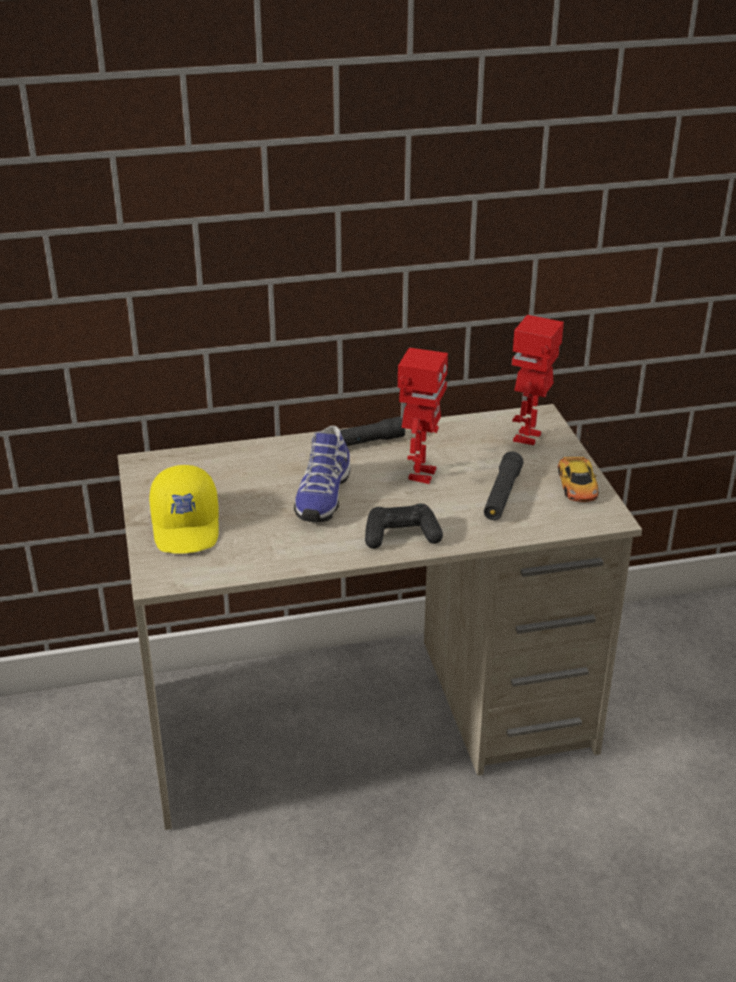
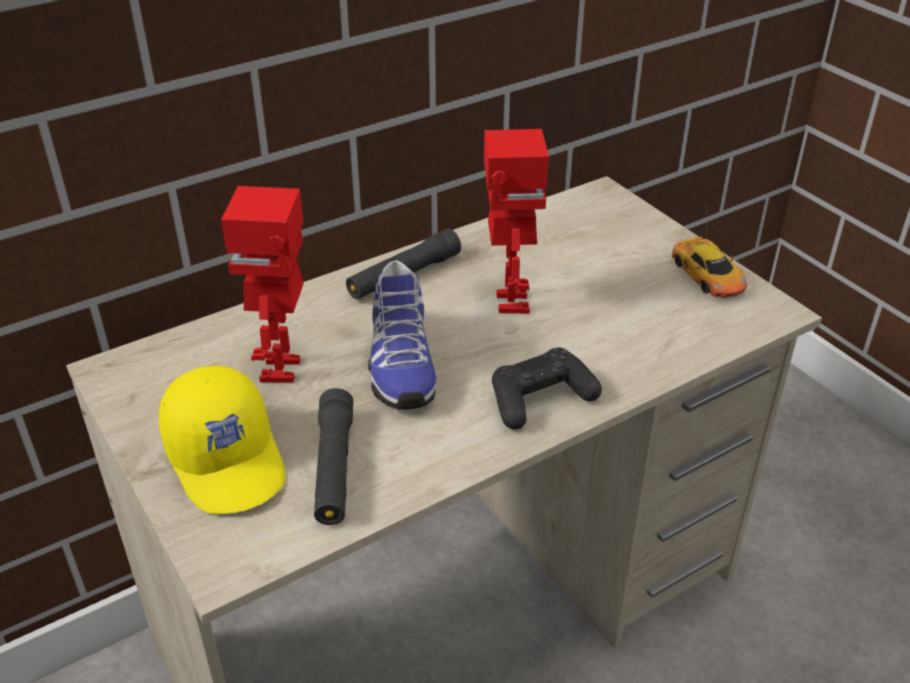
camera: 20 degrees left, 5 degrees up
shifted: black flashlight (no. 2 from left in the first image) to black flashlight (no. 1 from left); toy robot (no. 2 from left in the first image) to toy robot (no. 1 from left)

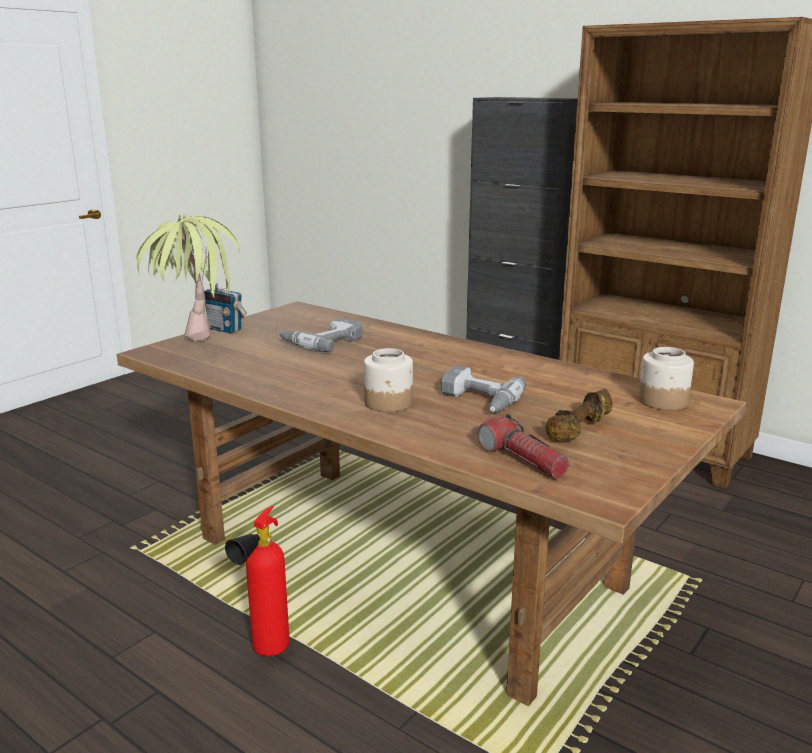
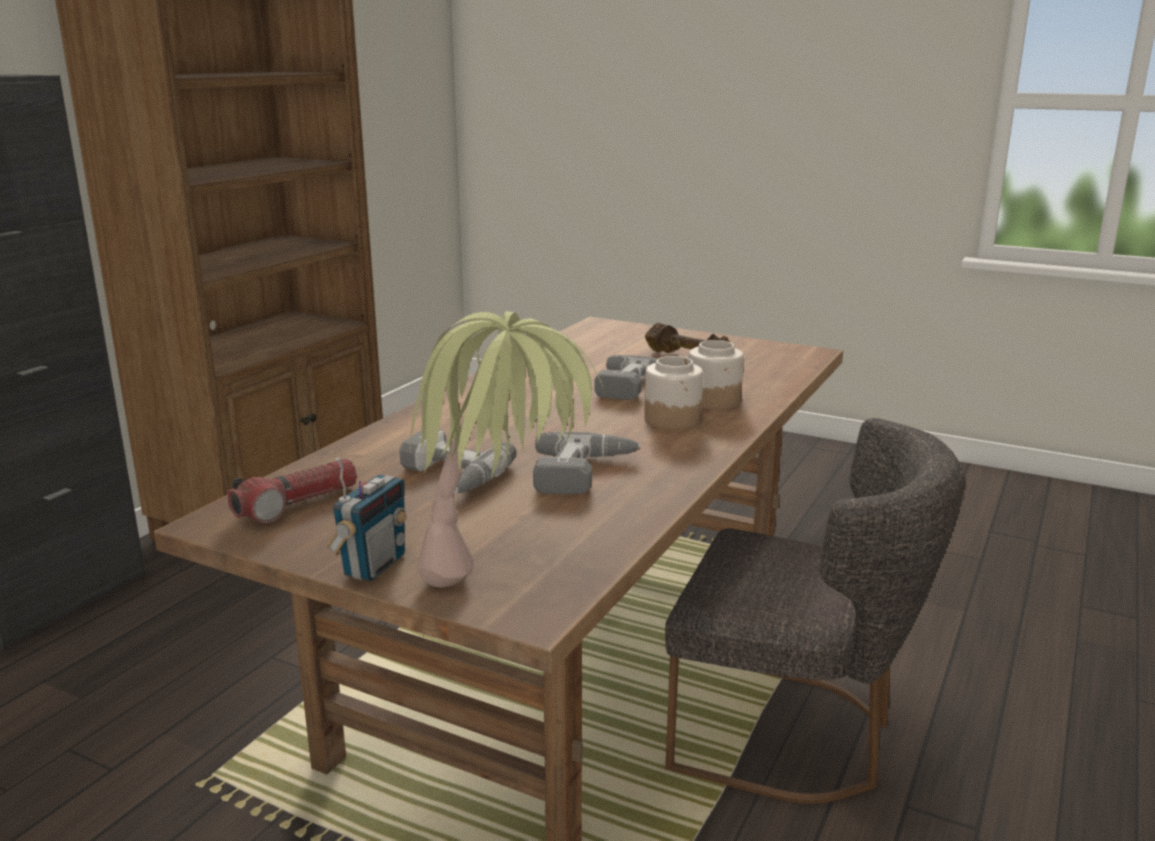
camera: 100 degrees left, 0 degrees up
new: power drill (no. 2 from left)
shifted: flashlight; jar (no. 2 from left)
swapped: fire extinguisher to grey chair

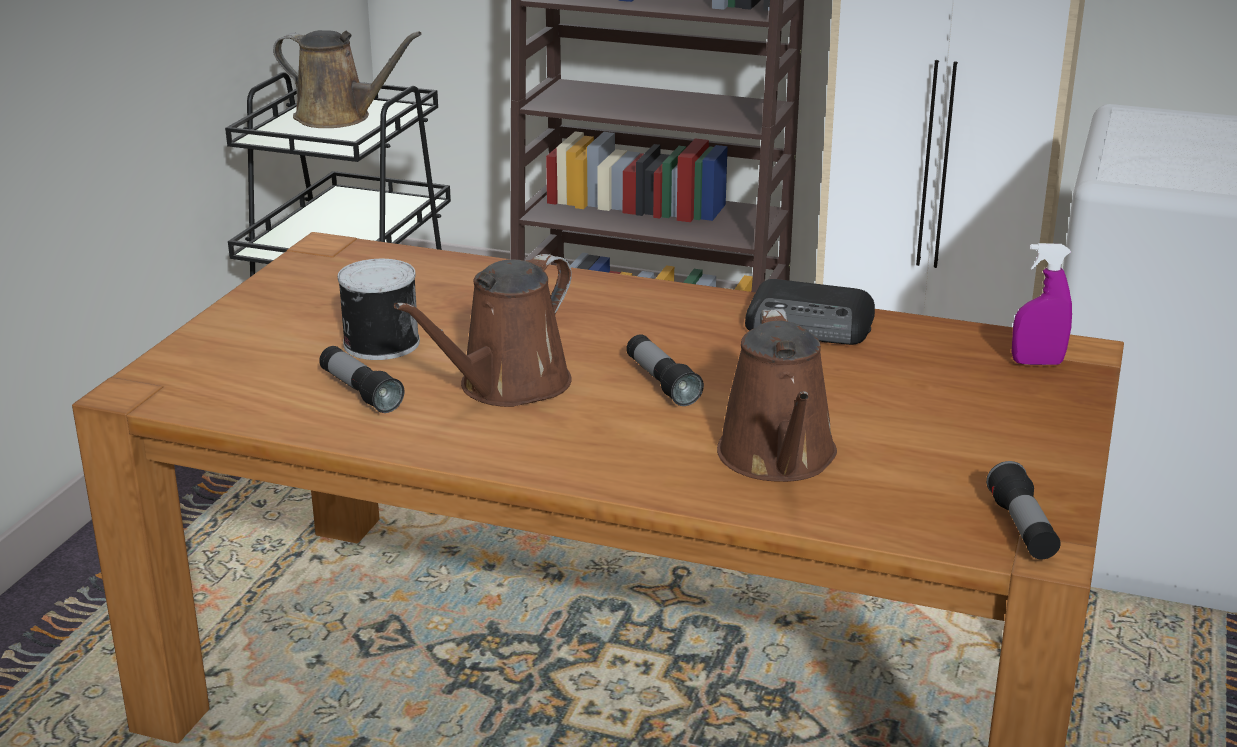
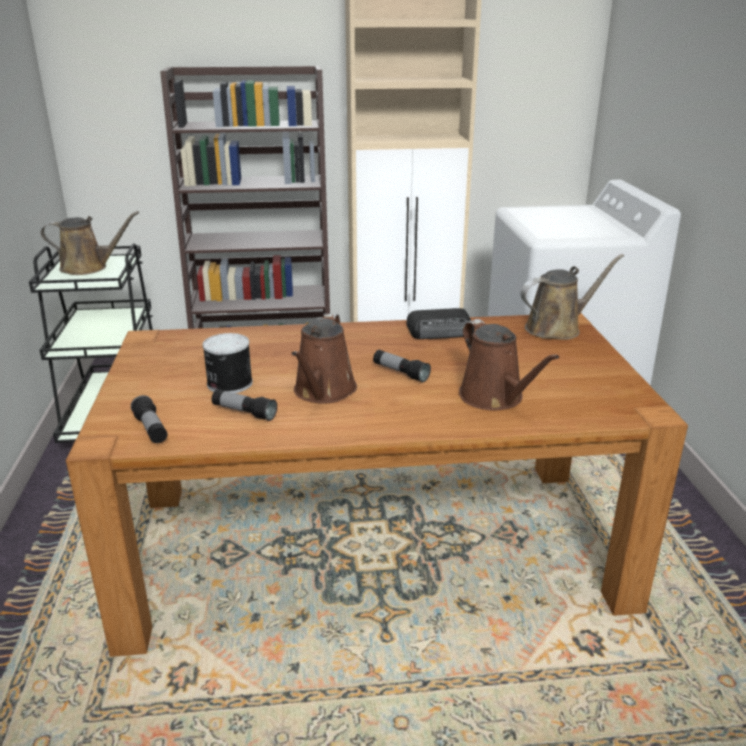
camera: 25 degrees left, 0 degrees up
shifted: flashlight (no. 3 from left in the first image) to flashlight (no. 1 from left)
swapped: purple spray bottle to brown watering can (no. 4 from left)

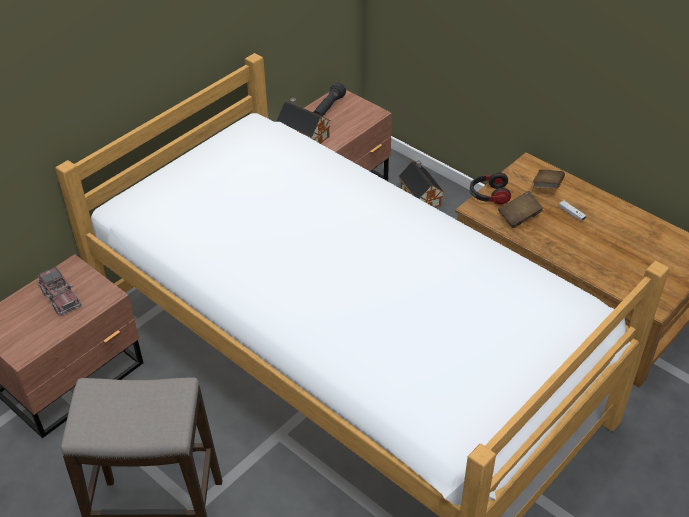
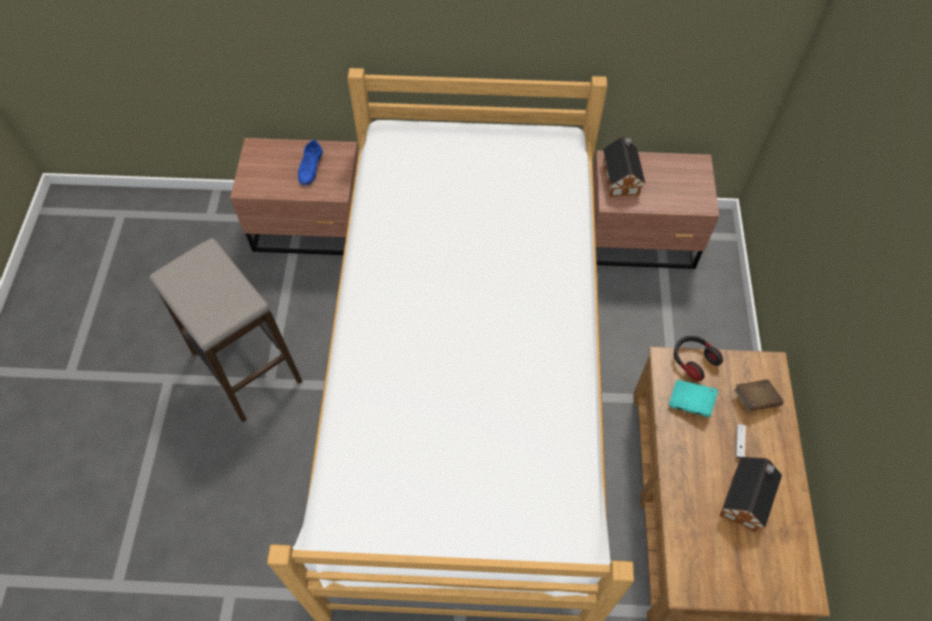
camera: 50 degrees right, 15 degrees up
gone: black flashlight
shifted: toy house (no. 2 from left)
swapped: toy truck to blue shoe
repainted: brown book (no. 1 from left) to turquoise book

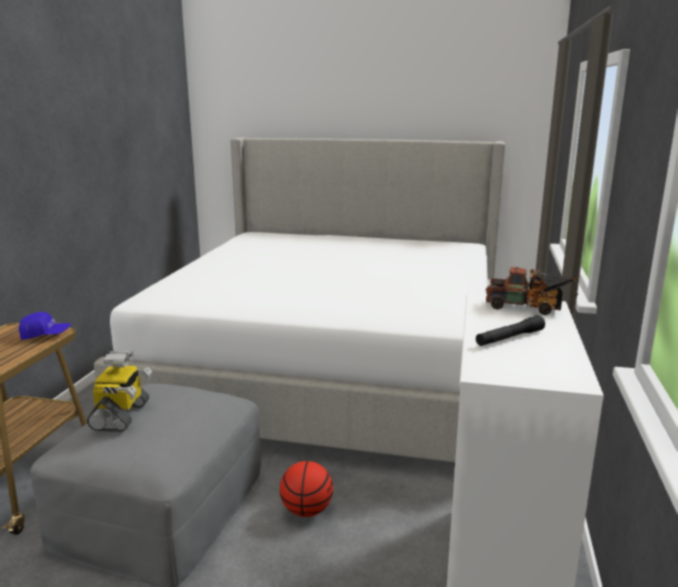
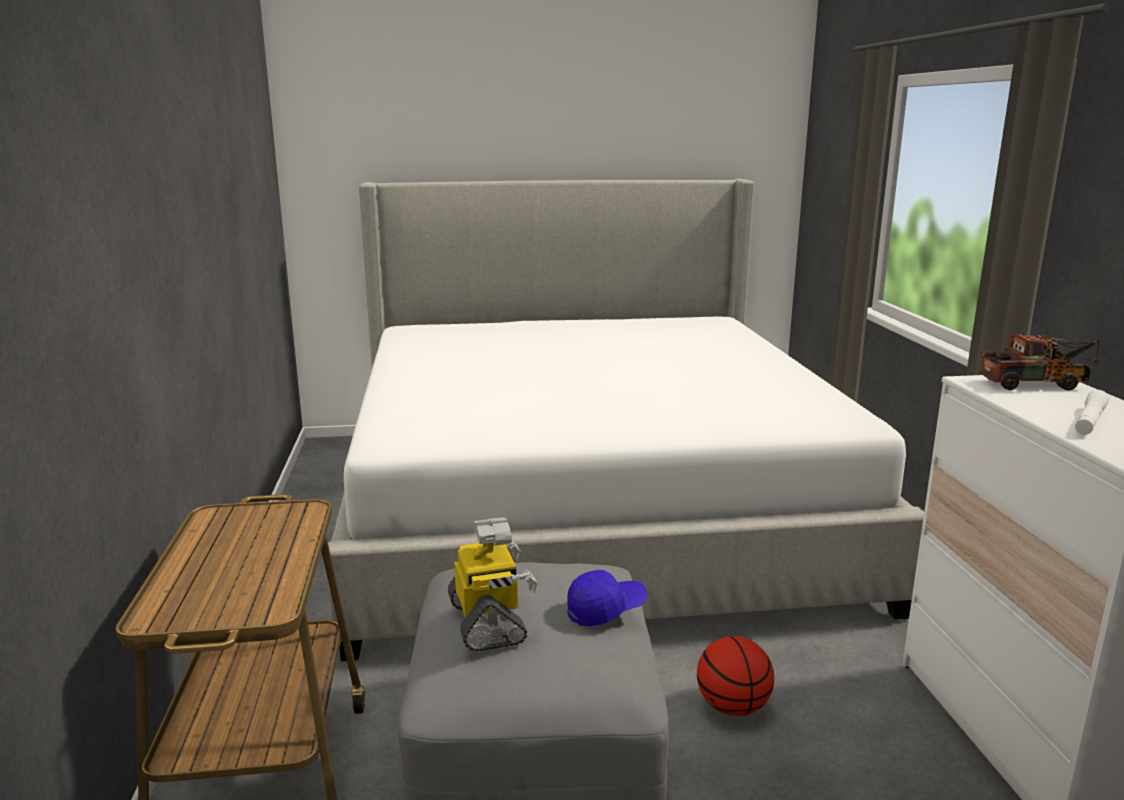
camera: 20 degrees left, 0 degrees up
shifted: blue cap
repainted: black flashlight to white flashlight

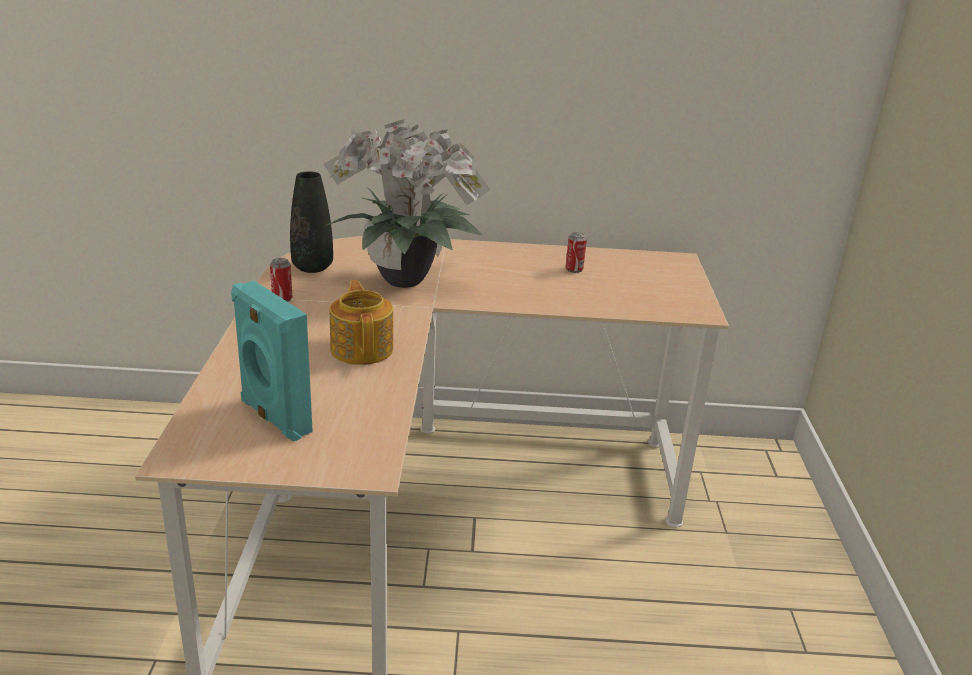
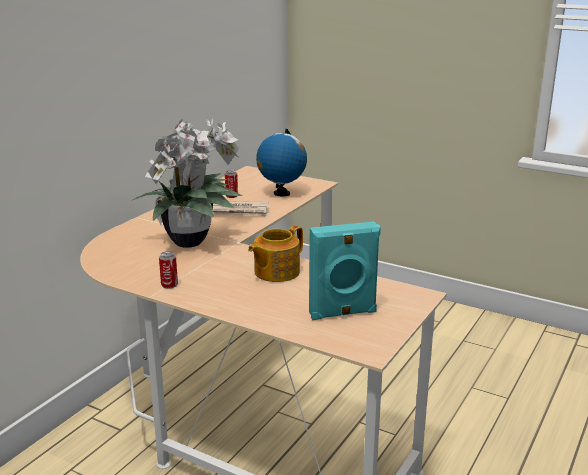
camera: 60 degrees left, 5 degrees down
gone: black vase
new: newspaper; globe
rotated: teapot 60 degrees counterclockwise

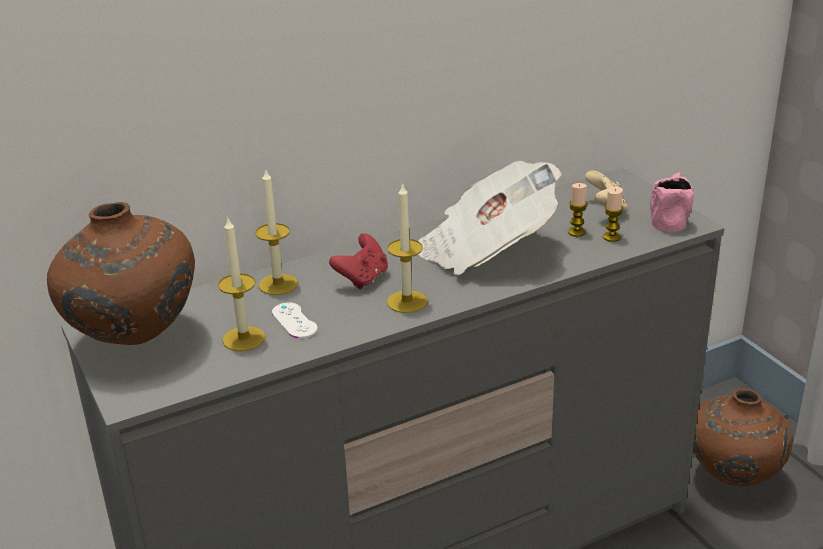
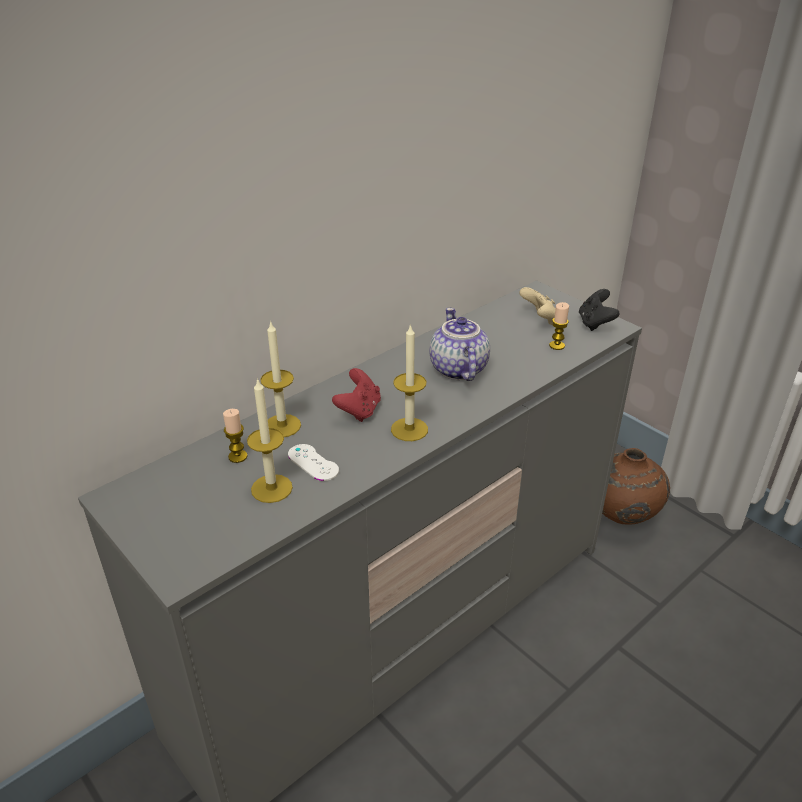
camera: 15 degrees left, 5 degrees up
gone: brown vase (no. 1 from left)
shifted: candle (no. 4 from left in the first image) to candle (no. 1 from left)
swapped: newspaper to teapot; pink mug to black game controller

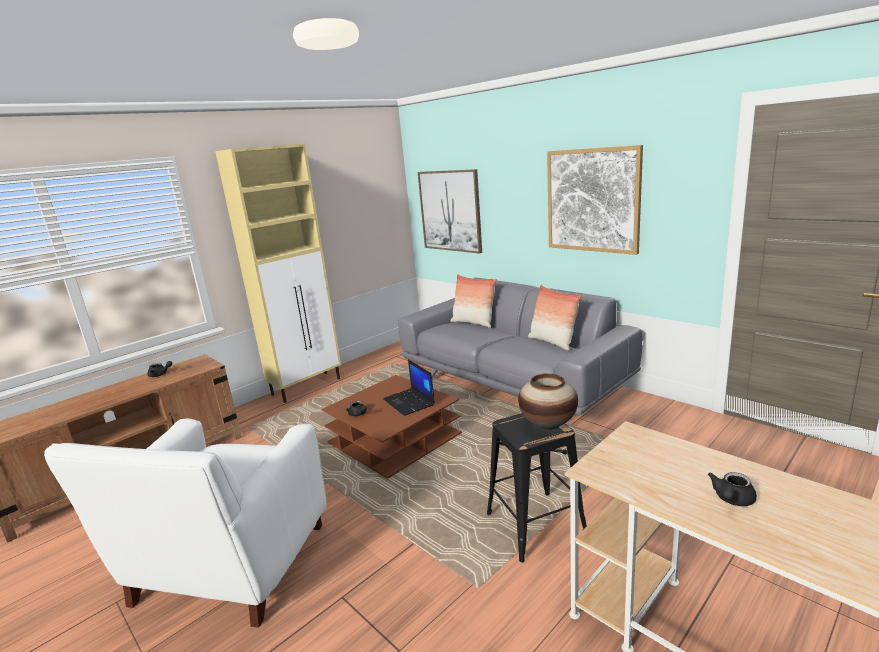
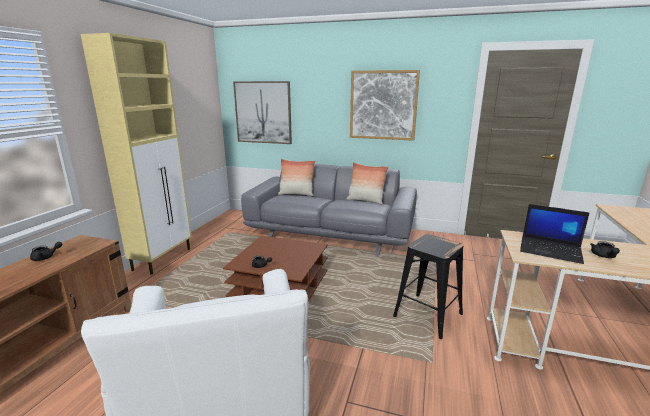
camera: 30 degrees left, 0 degrees up
gone: vase
shifted: laptop

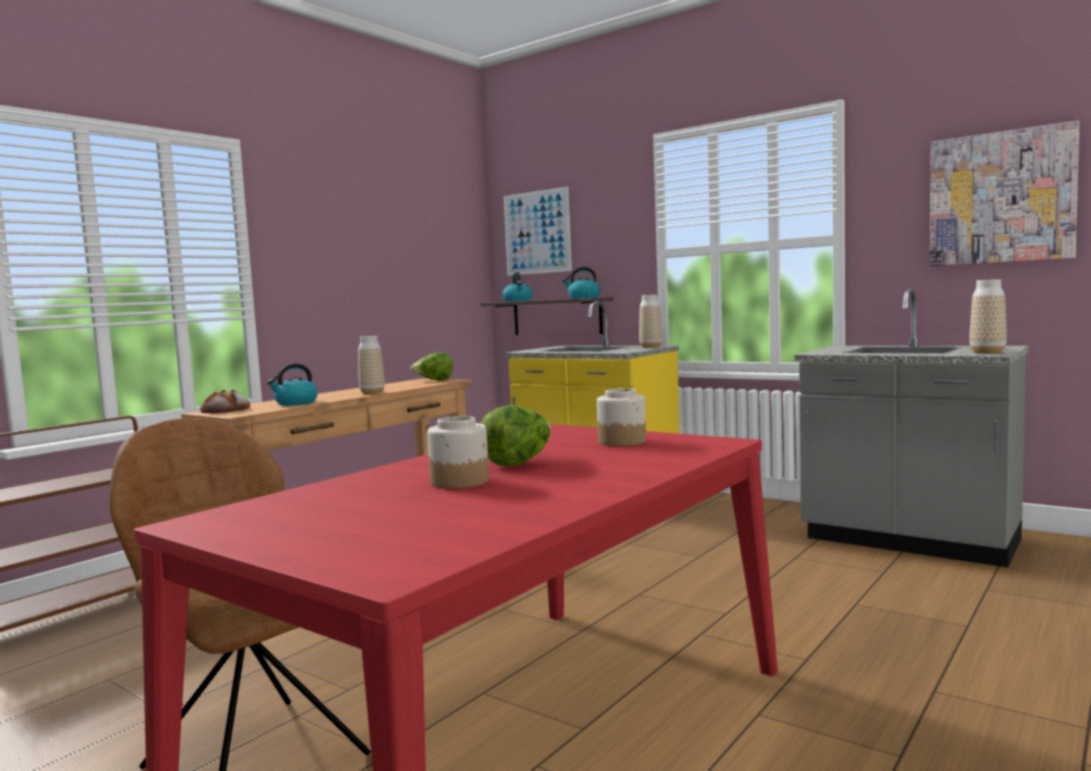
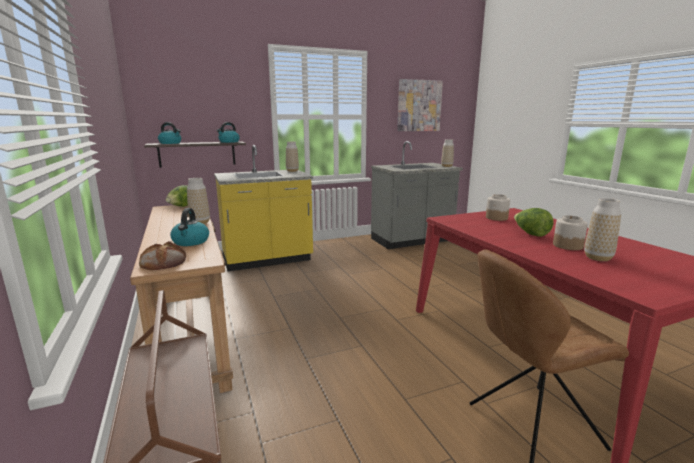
camera: 60 degrees left, 10 degrees up
gone: picture (no. 1 from left)
new: vase (no. 4 from left)

